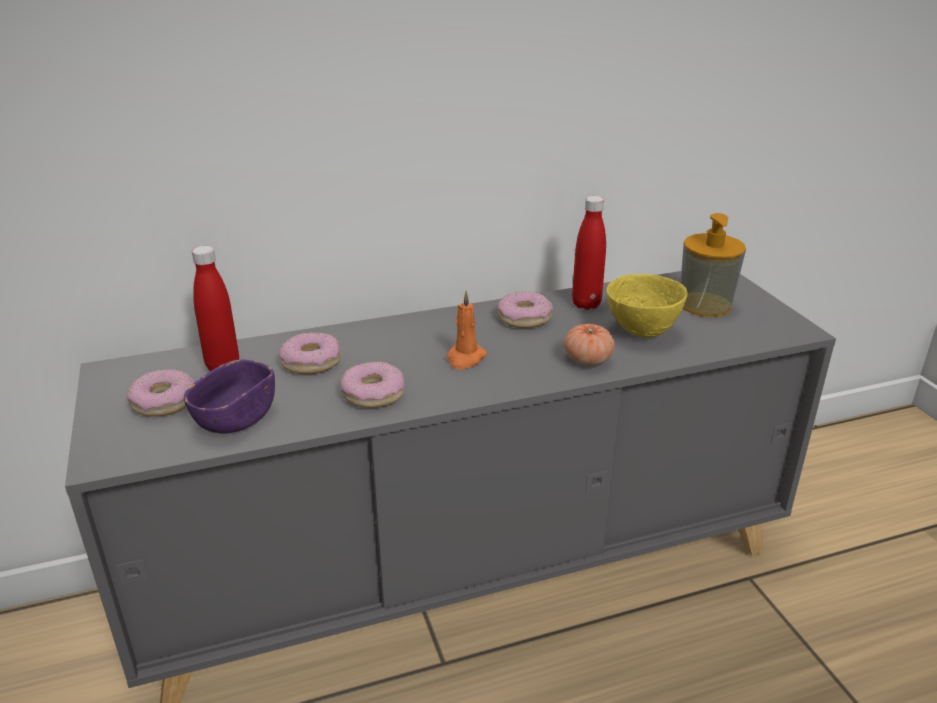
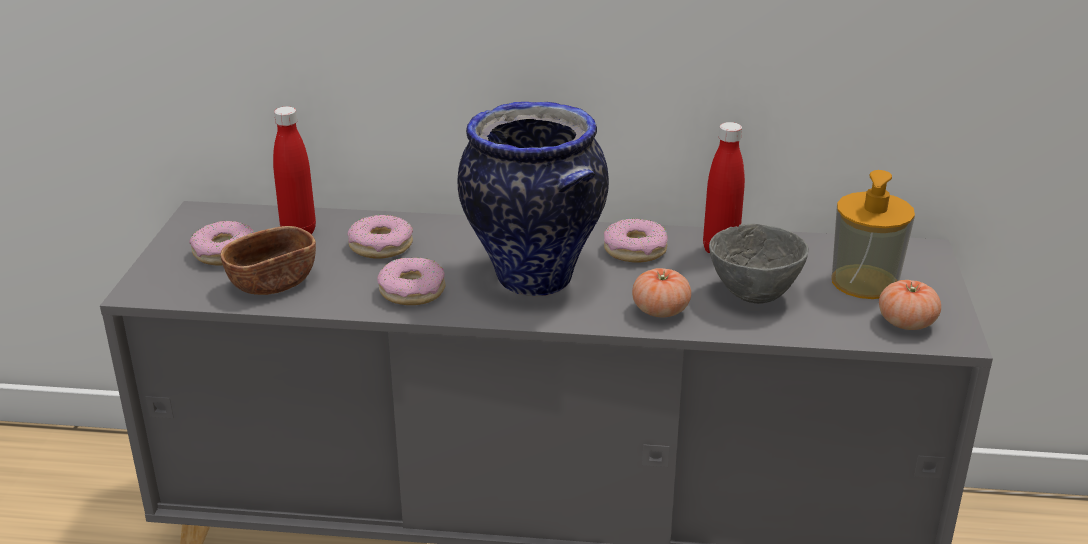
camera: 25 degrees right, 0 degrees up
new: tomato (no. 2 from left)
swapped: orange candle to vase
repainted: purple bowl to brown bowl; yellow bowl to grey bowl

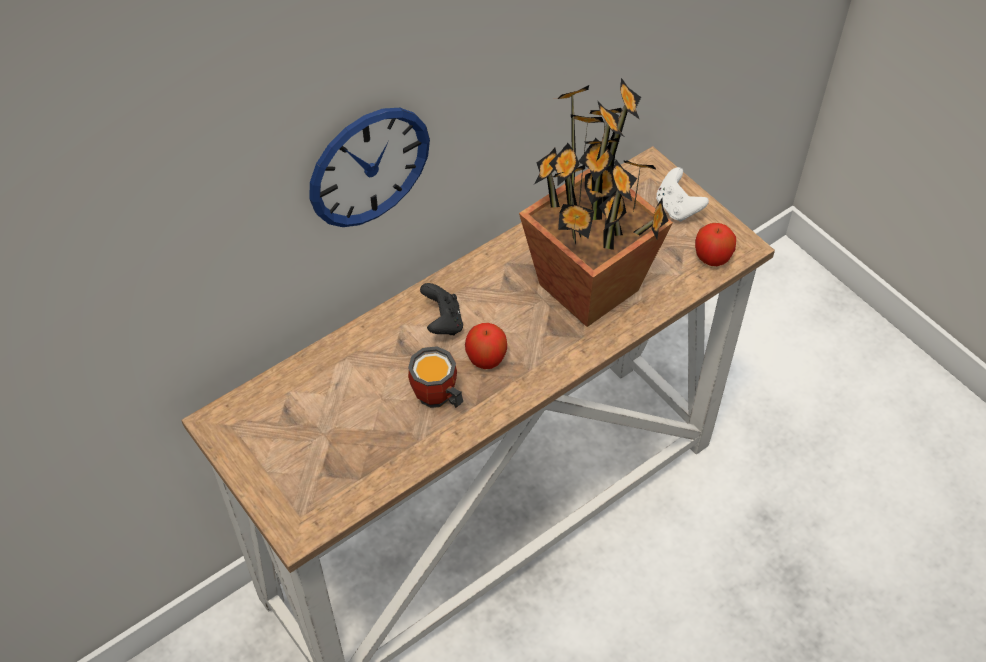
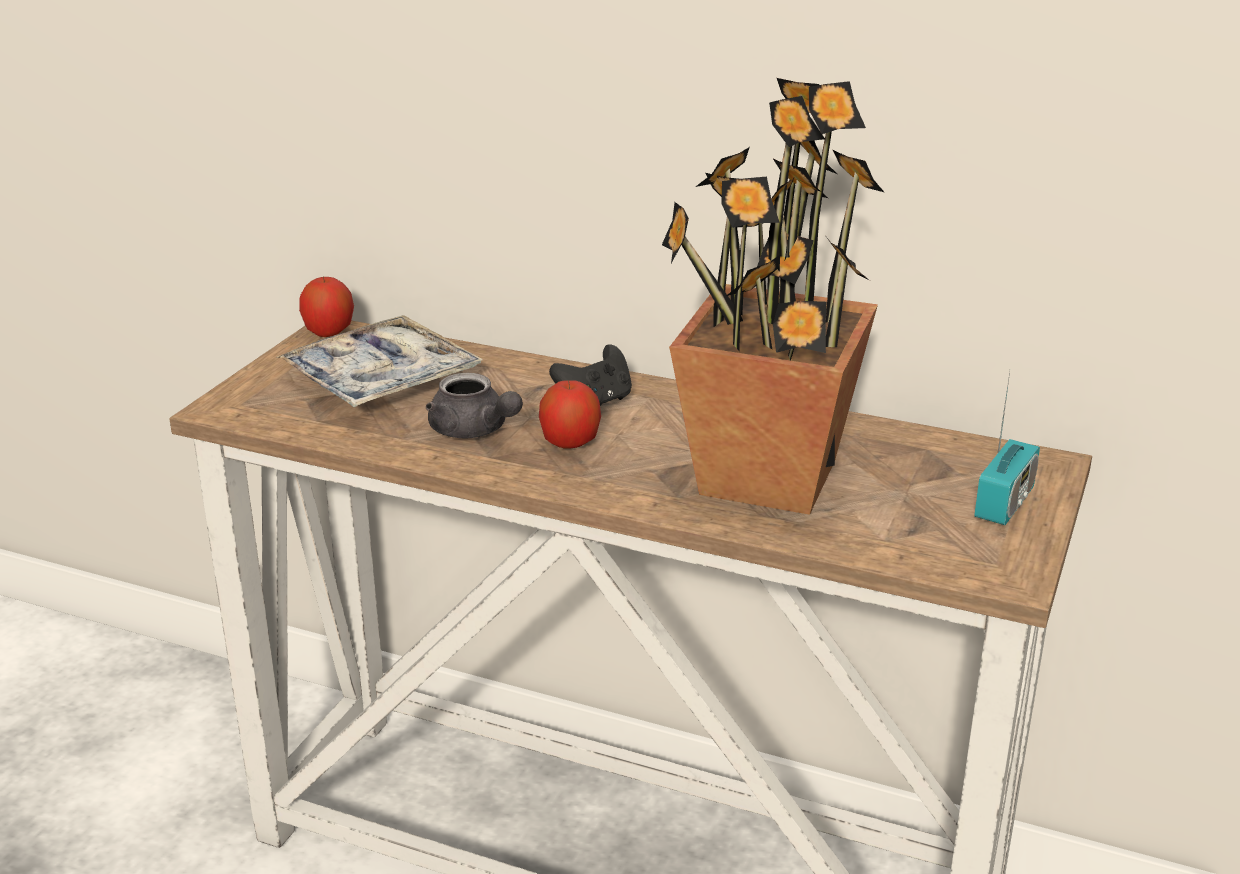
camera: 60 degrees right, 25 degrees down
gone: wall clock
new: tray
shifted: apple (no. 2 from left in the first image) to apple (no. 1 from left)
swapped: mug to grey teapot; white game controller to radio

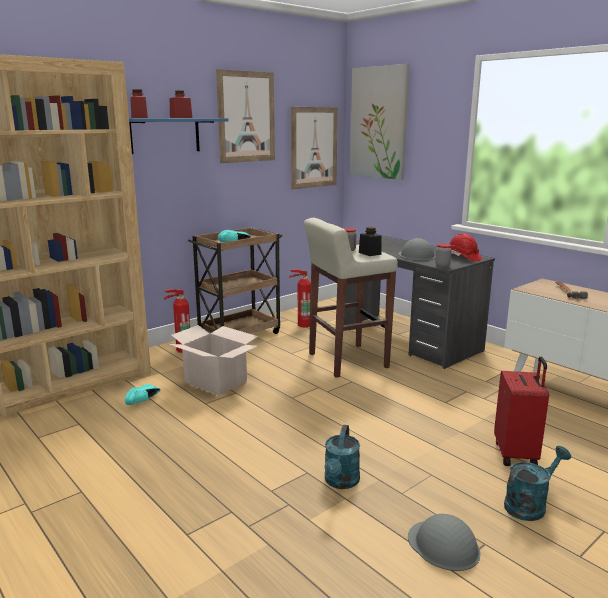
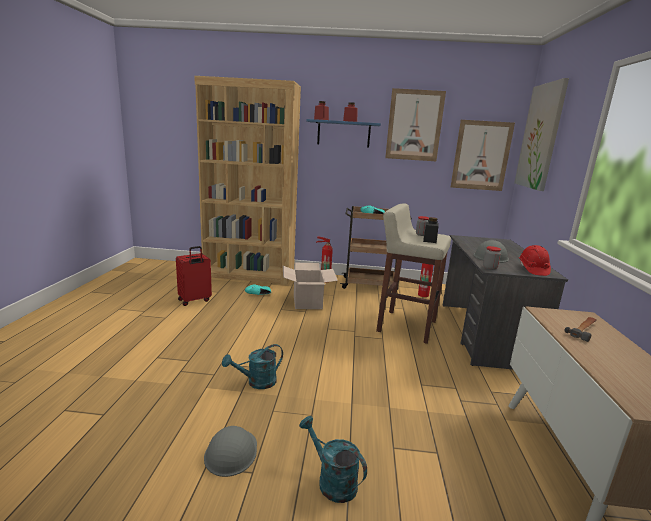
camera: 45 degrees right, 0 degrees up
shifted: red suitcase
rotated: turquoise watering can (no. 2 from left) 150 degrees counterclockwise

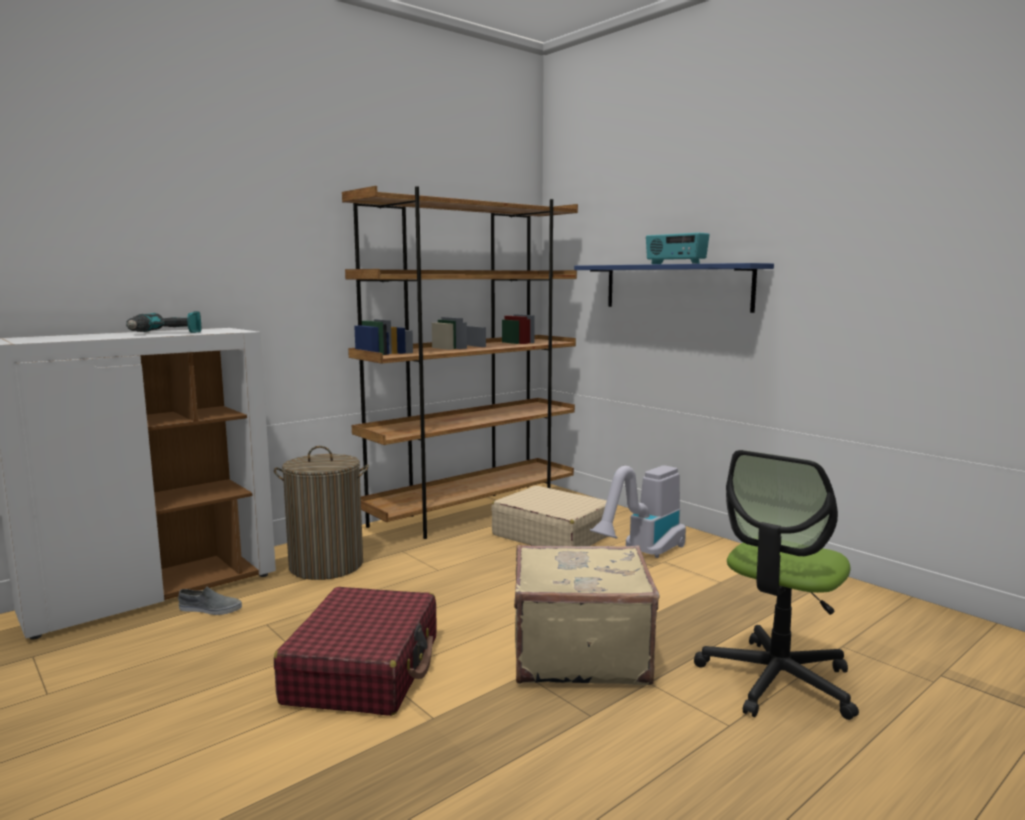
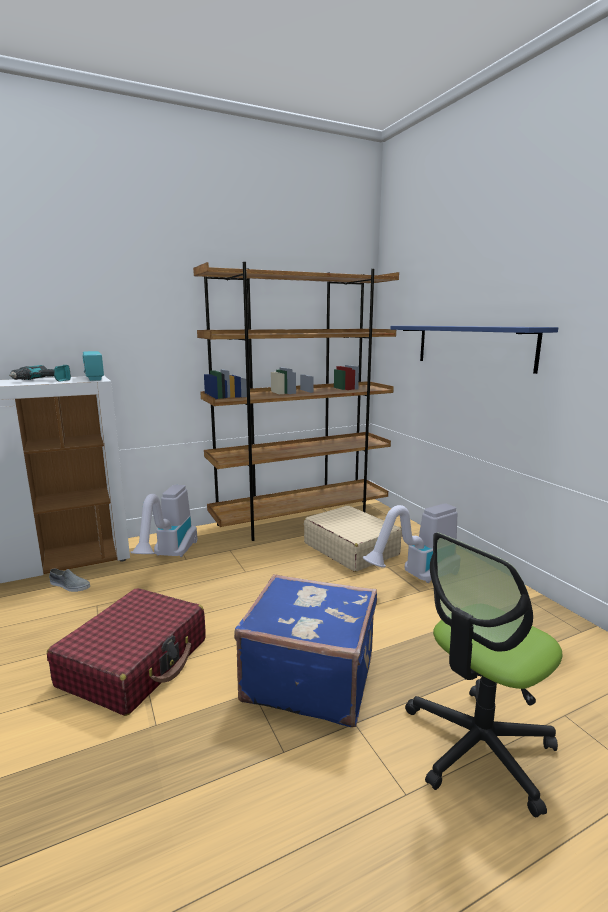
camera: 15 degrees right, 5 degrees up
shifted: radio
swapped: laundry basket to vacuum cleaner (no. 1 from left)
repainted: beige suitcase (no. 2 from left) to blue suitcase

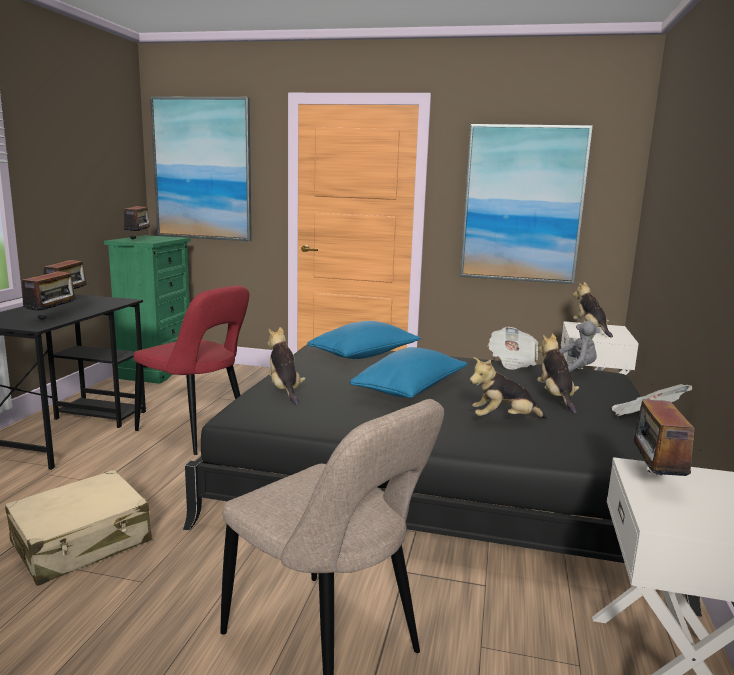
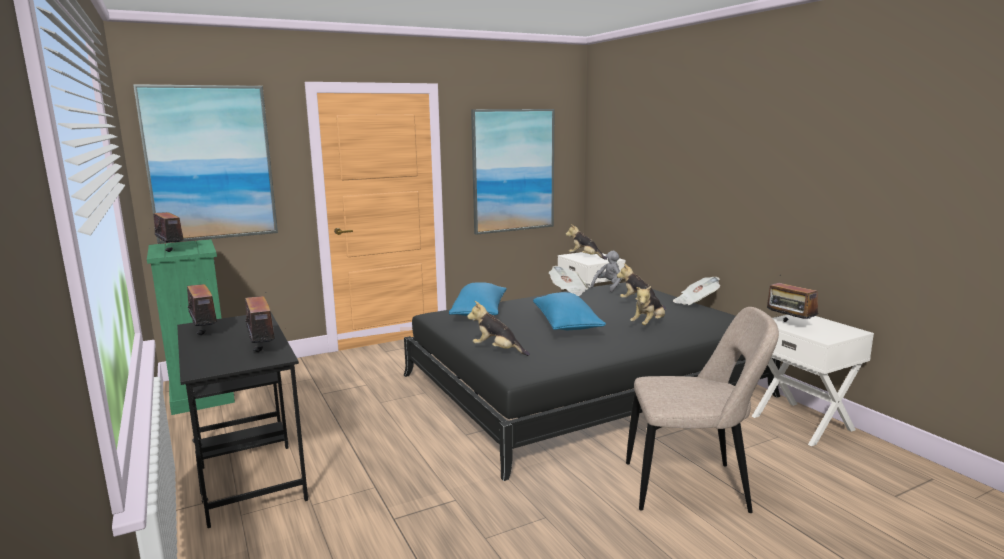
camera: 40 degrees left, 0 degrees up
gone: beige suitcase; red chair

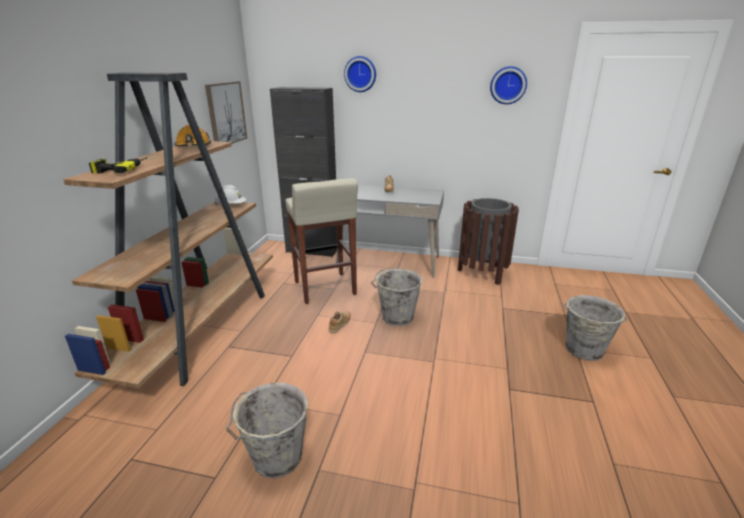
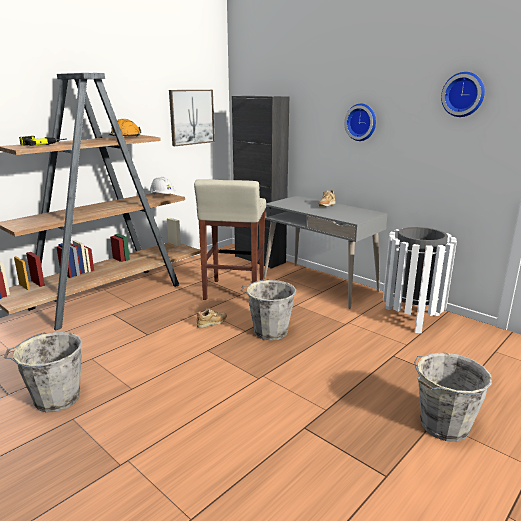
camera: 30 degrees right, 5 degrees down
shifted: wall clock (no. 1 from left)
repainted: brown trash can to white trash can

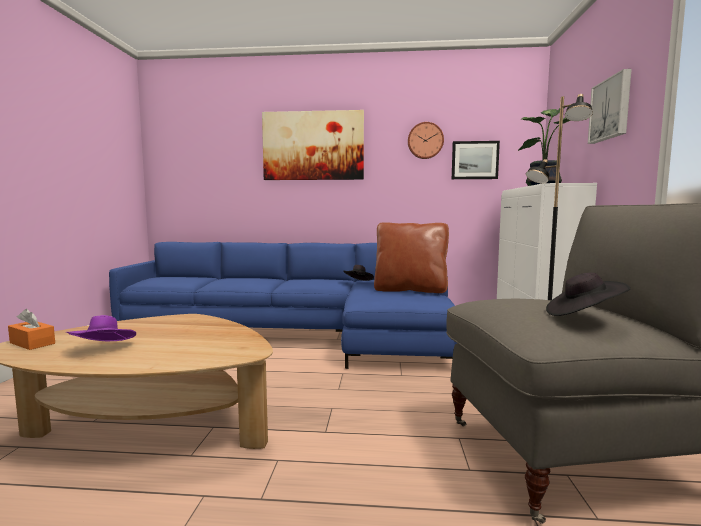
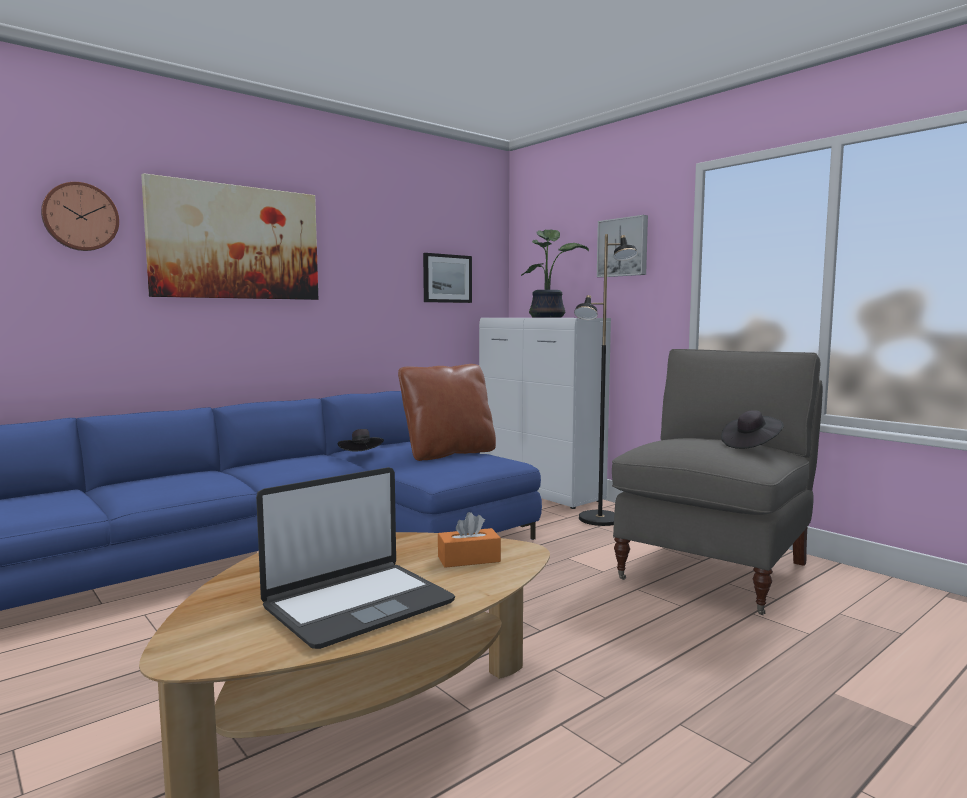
camera: 45 degrees left, 0 degrees up
shifted: orange tissue box; wall clock
swapped: purple hat to laptop

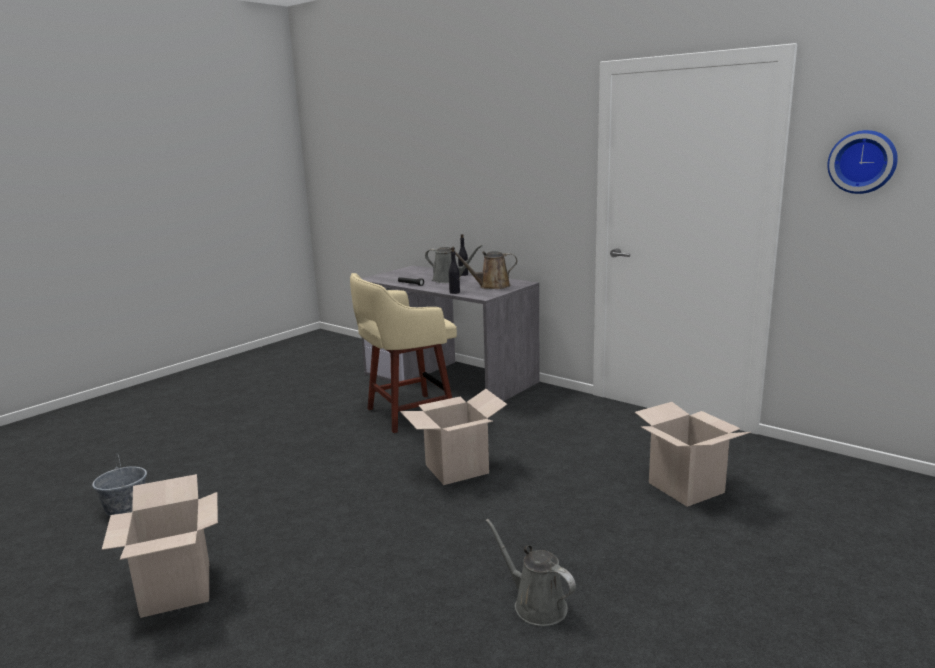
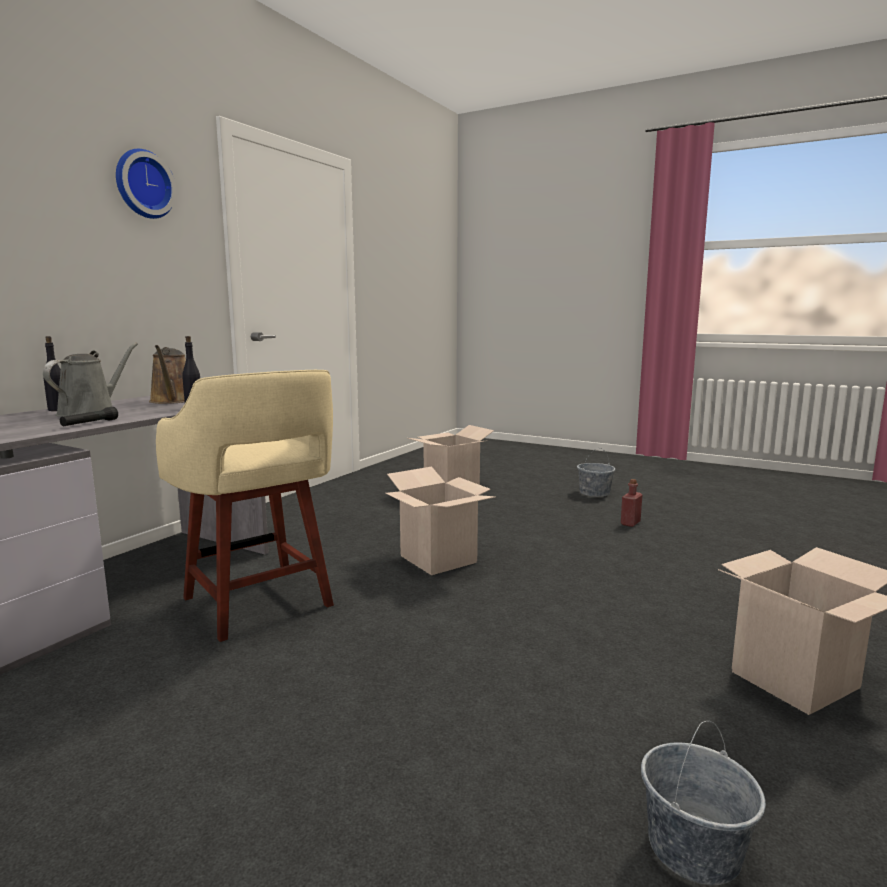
camera: 100 degrees left, 5 degrees down
new: grey bucket (no. 1 from left)
shifted: wall clock
swapped: grey watering can (no. 2 from left) to red bottle

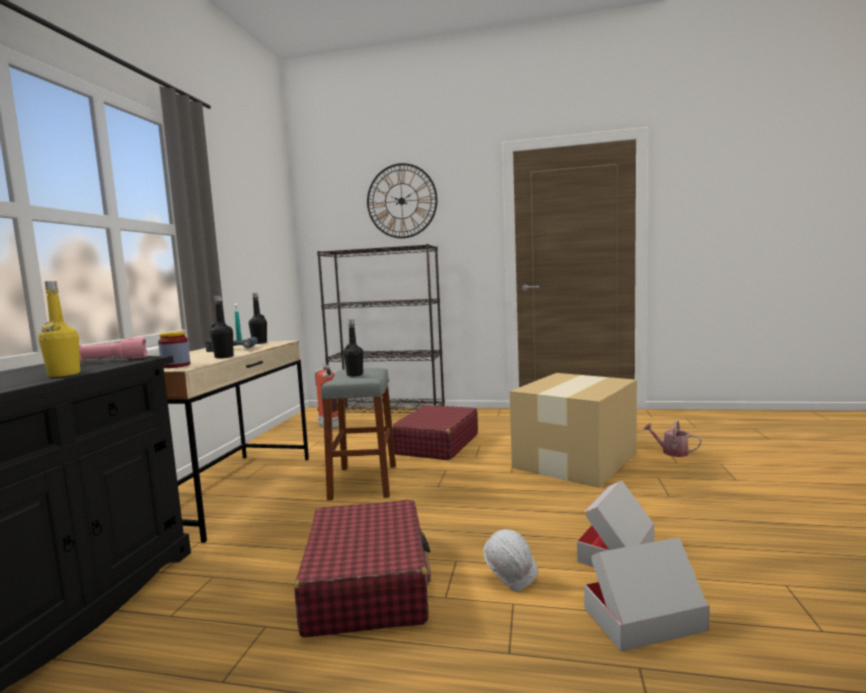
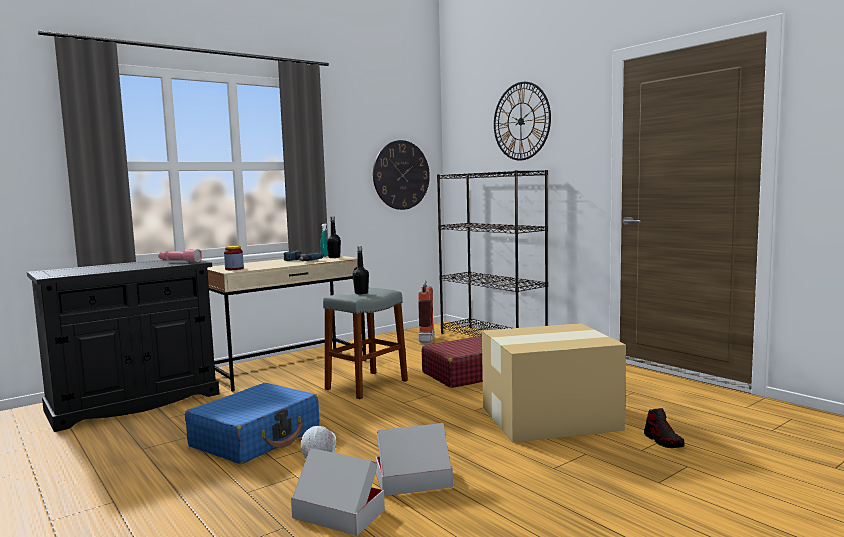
camera: 40 degrees right, 0 degrees up
gone: yellow bottle; black bottle (no. 1 from left)
new: wall clock (no. 1 from left)
swapped: watering can to shoe
repainted: red suitcase (no. 1 from left) to blue suitcase

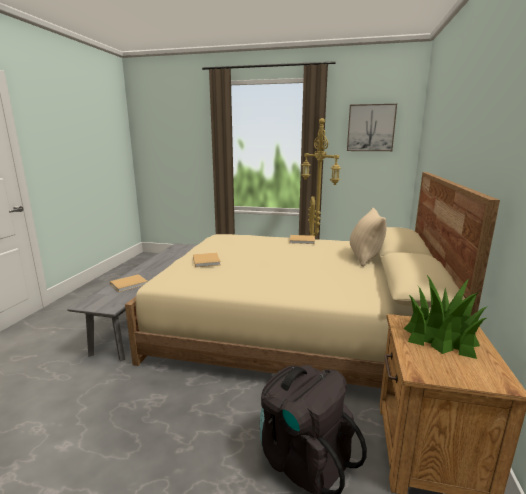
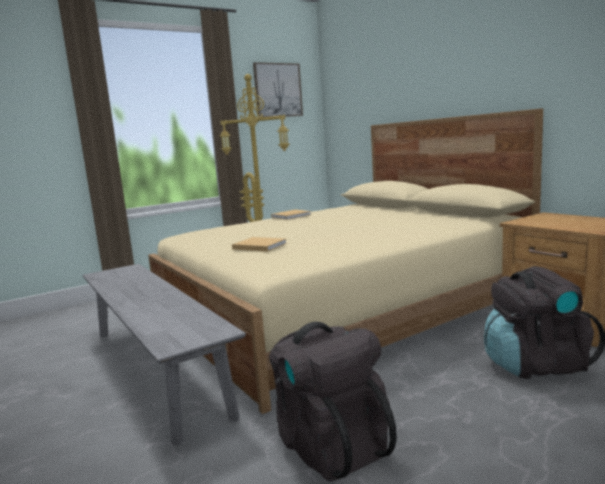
camera: 45 degrees left, 5 degrees down
gone: beige book (no. 1 from left); beige pillow; potted plant
new: black backpack (no. 1 from left)

